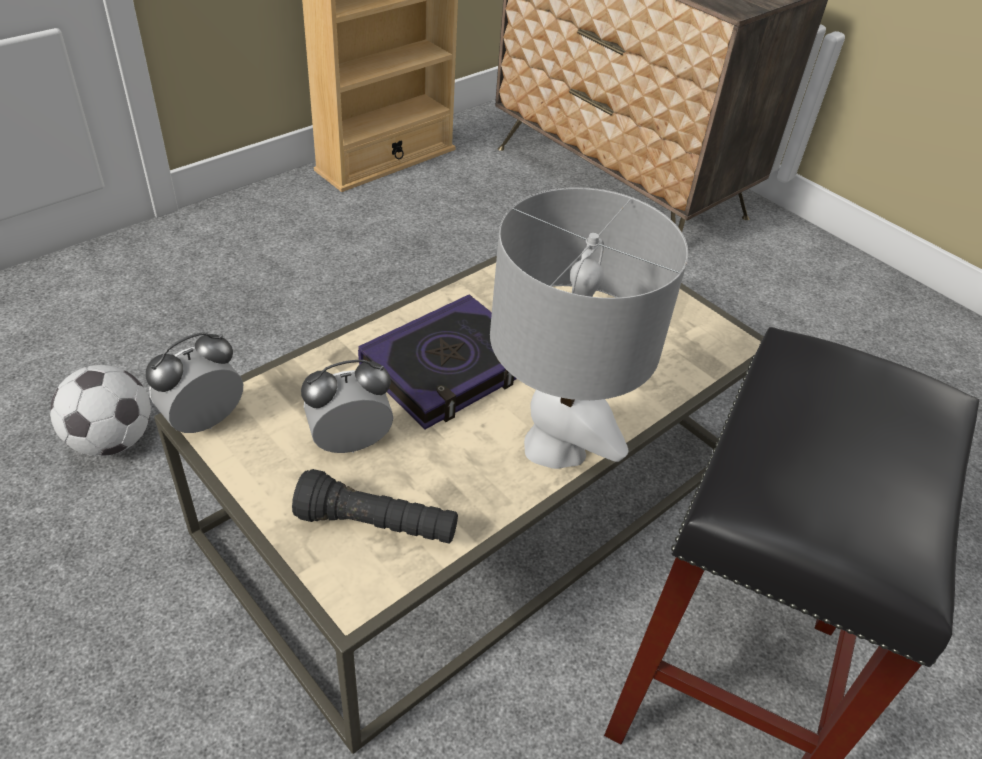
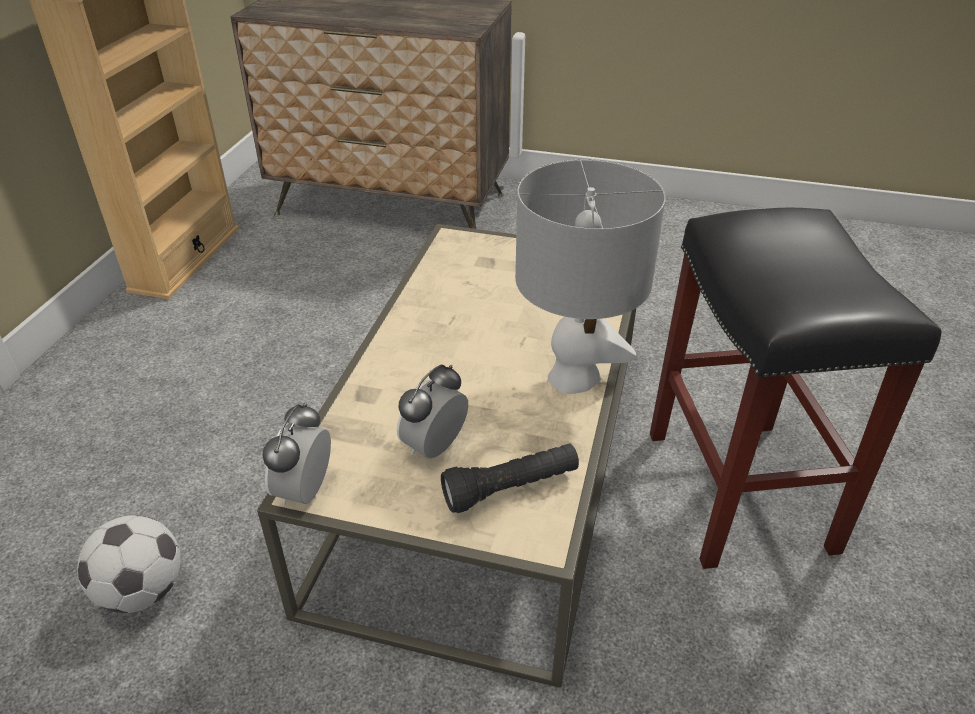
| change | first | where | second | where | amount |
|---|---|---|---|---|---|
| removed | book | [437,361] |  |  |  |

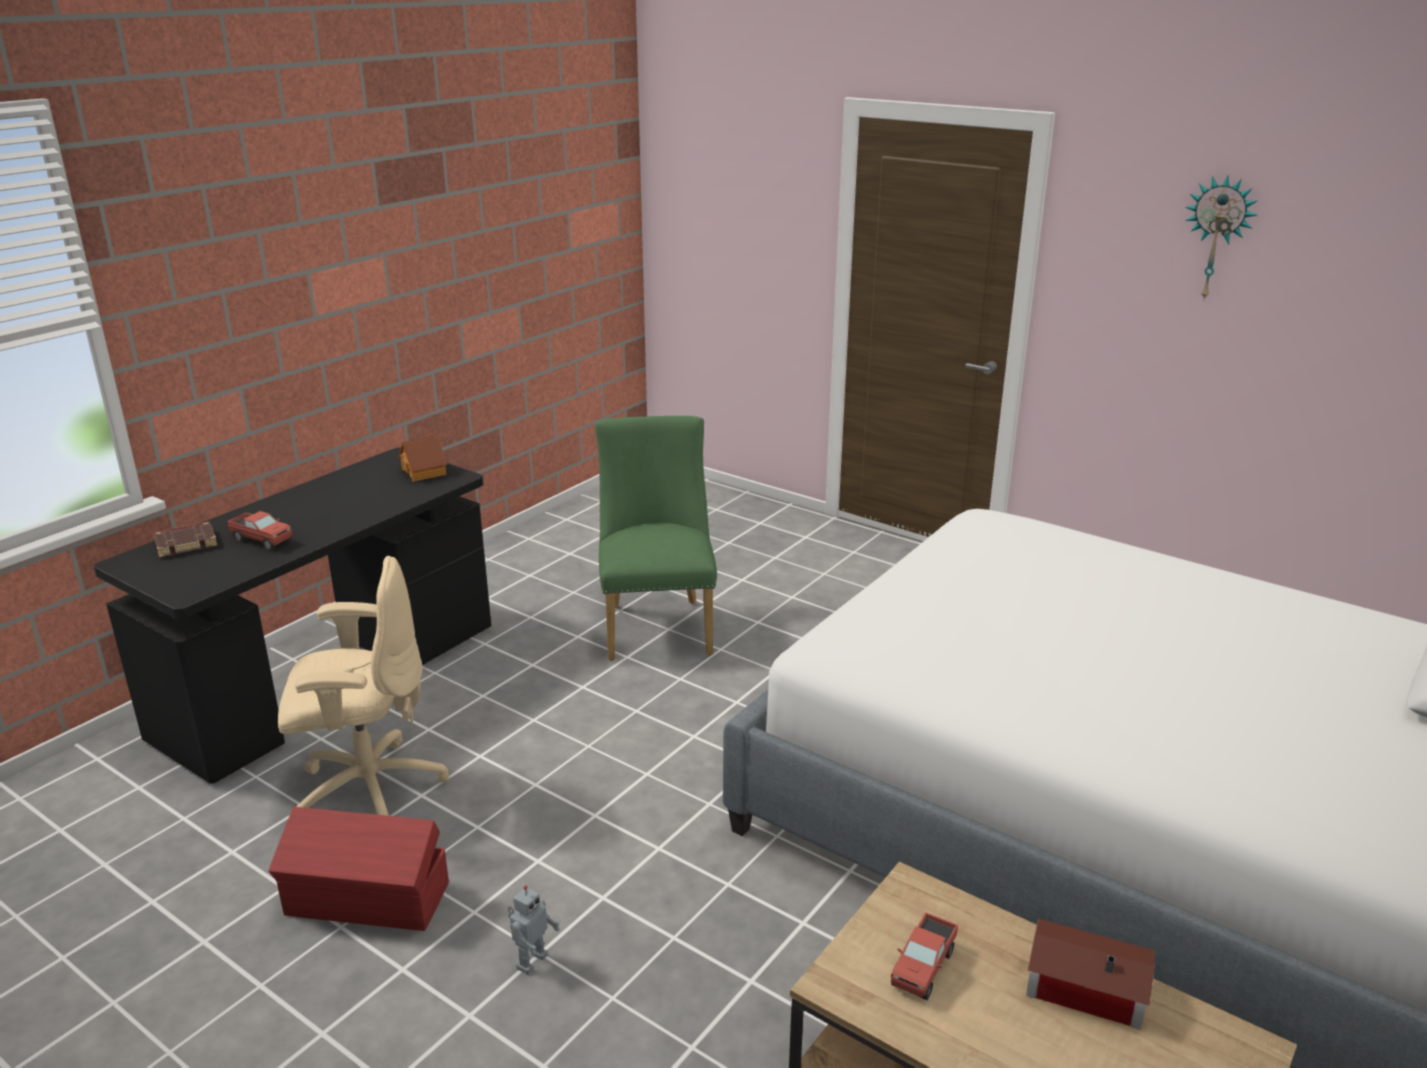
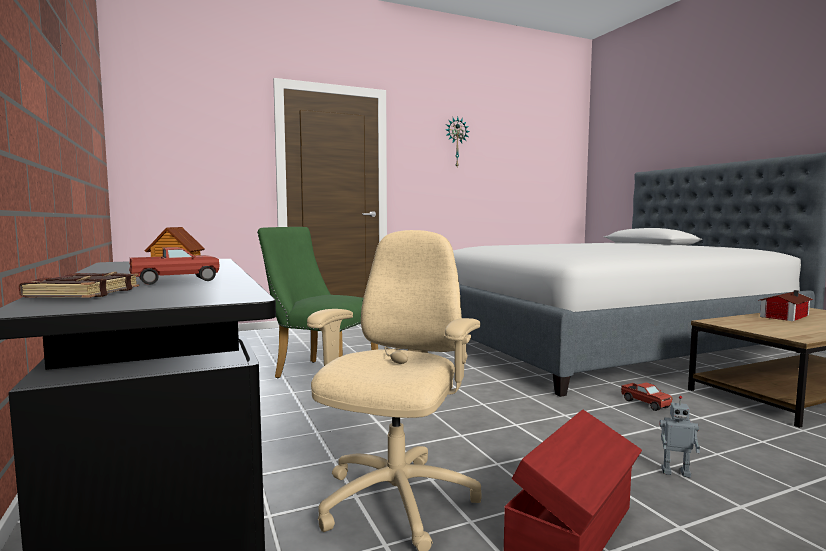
| change | first | where | second | where | amount |
|---|---|---|---|---|---|
| moved | toy truck | [924,956] |  | [646,396] |  |
| turned | toy robot | [533,930] |  | [679,436] | 135 degrees clockwise |

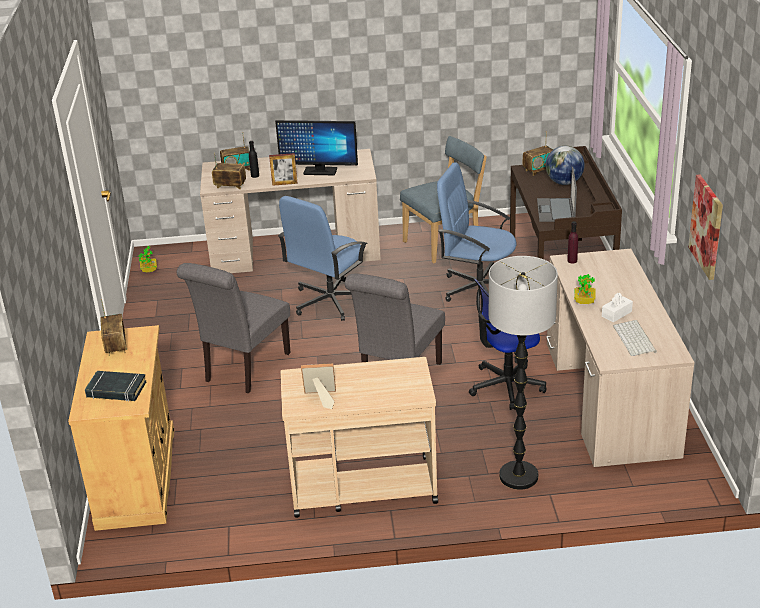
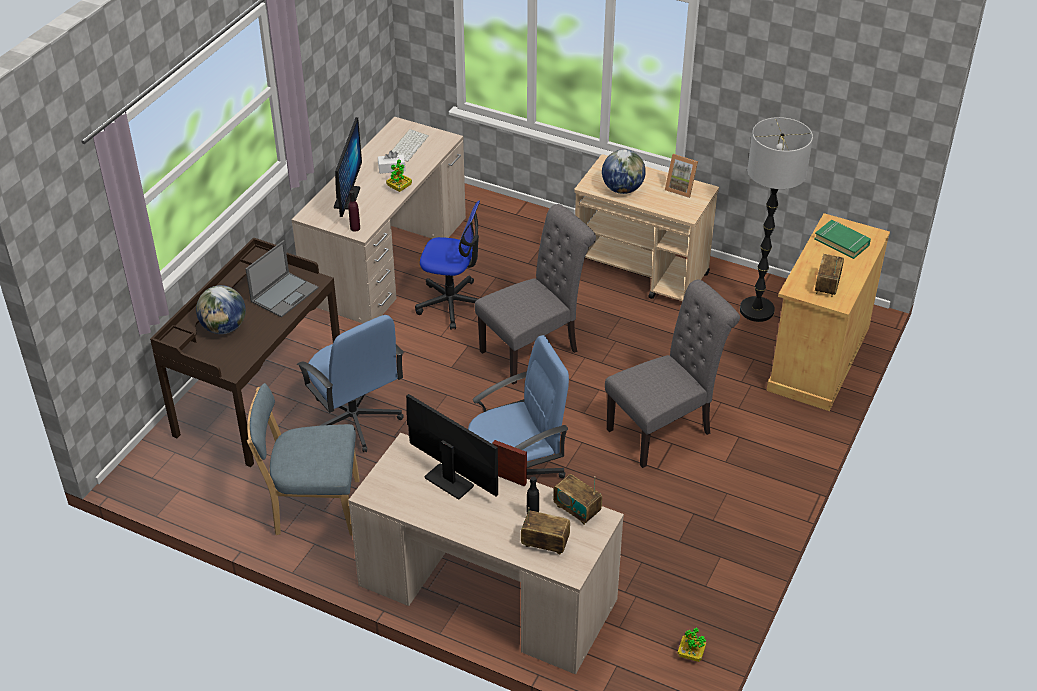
| change | first | where | second | where | amount |
|---|---|---|---|---|---|
| added |  |  | monitor | [348,167] |  |
| added |  |  | globe | [624,171] |  |
| moved | floor lamp | [523,373] |  | [776,219] |  |
| recoloured | black book | [115,386] | green book | [842,239] |  |
| removed | radio | [538,153] |  |  |  |
| removed | picture | [705,227] |  |  |  |

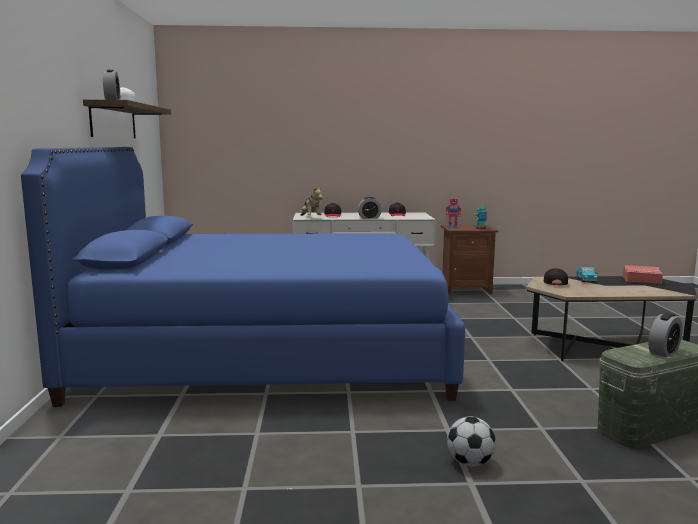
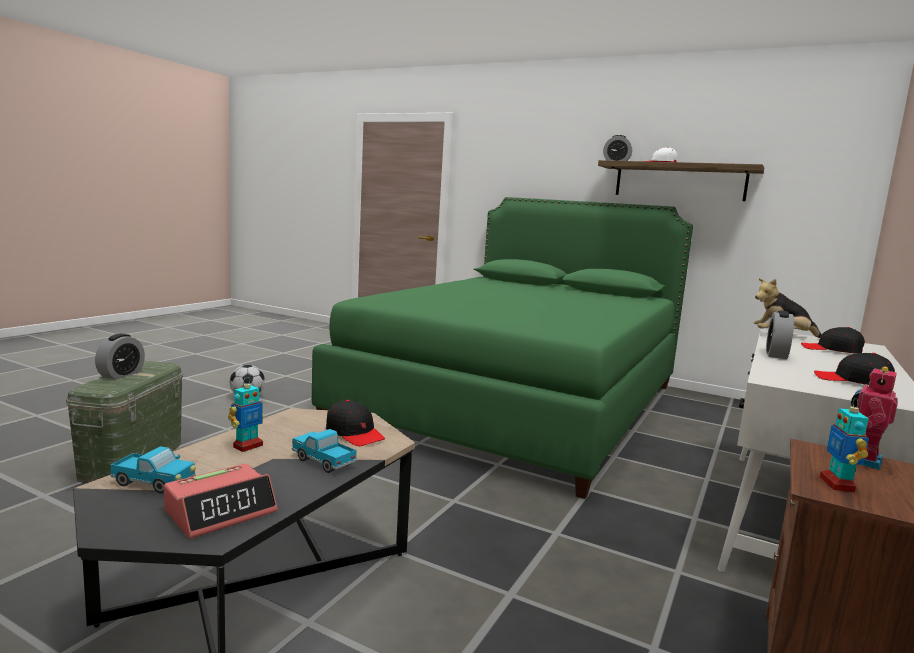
| change | first | where | second | where | amount |
|---|---|---|---|---|---|
| turned | alarm clock | [665,335] |  | [120,356] | 150 degrees counterclockwise |
| added |  |  | toy truck | [153,470] |  |
| added |  |  | toy robot | [246,414] |  |
| recoloured | blue bed | [243,277] | green bed | [502,348] |  |

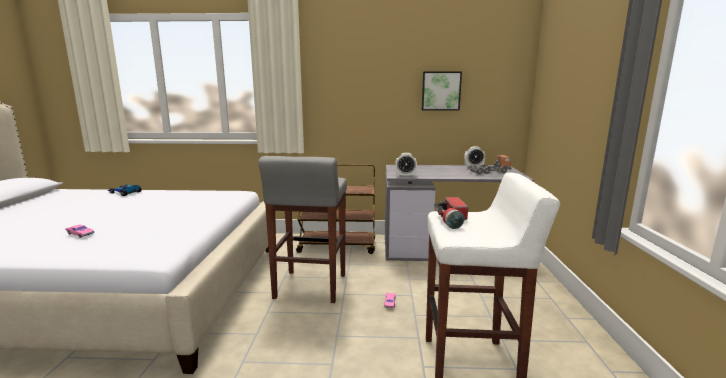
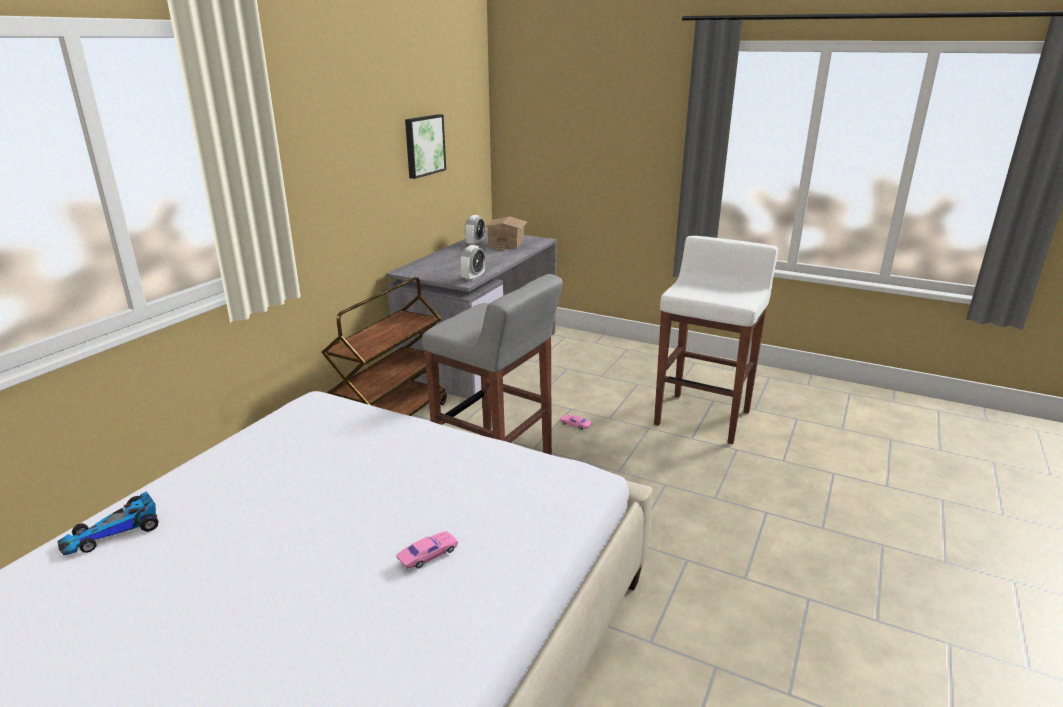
| change | first | where | second | where | amount |
|---|---|---|---|---|---|
| replaced | toy truck | [490,164] | toy house | [506,233] |  |
| removed | flashlight | [451,213] |  |  |  |

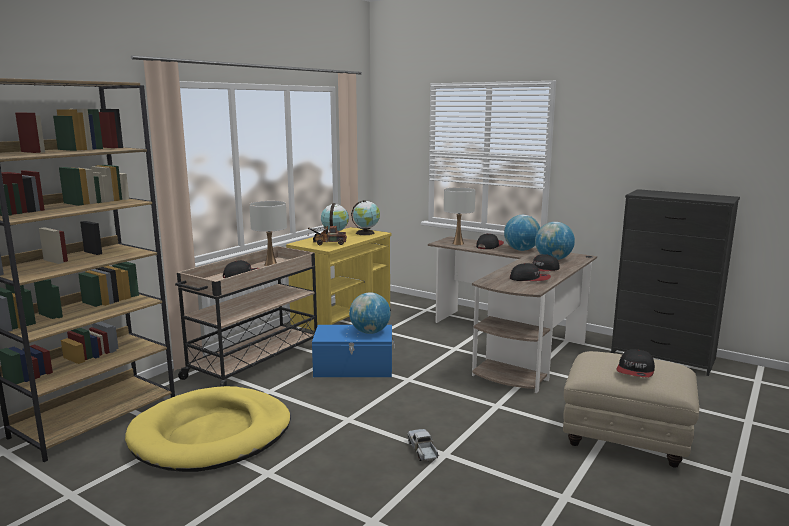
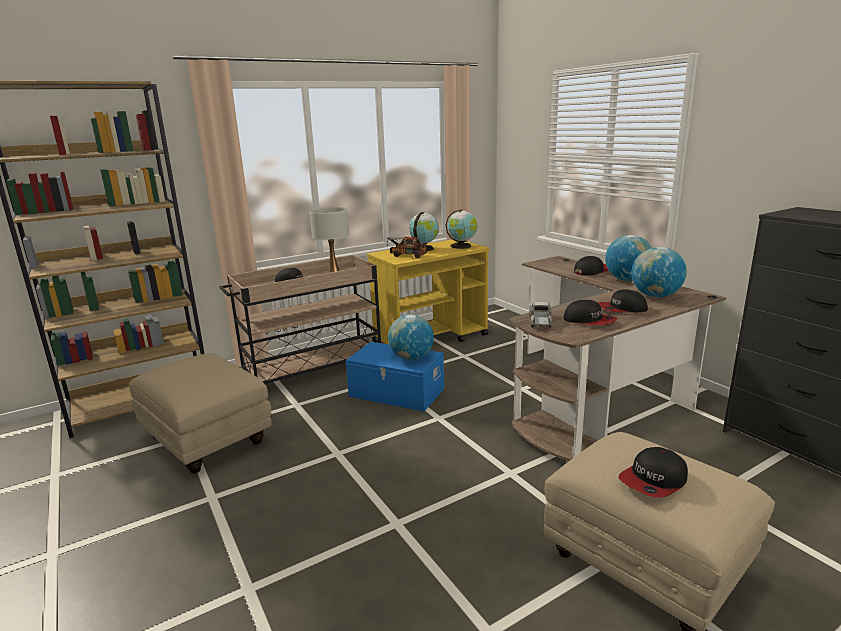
| change | first | where | second | where | amount |
|---|---|---|---|---|---|
| replaced | yellow dog bed | [208,429] | beige ottoman | [200,413] |  |
| moved | toy truck | [422,445] |  | [540,314] |  |
| removed | white table lamp | [460,216] |  |  |  |

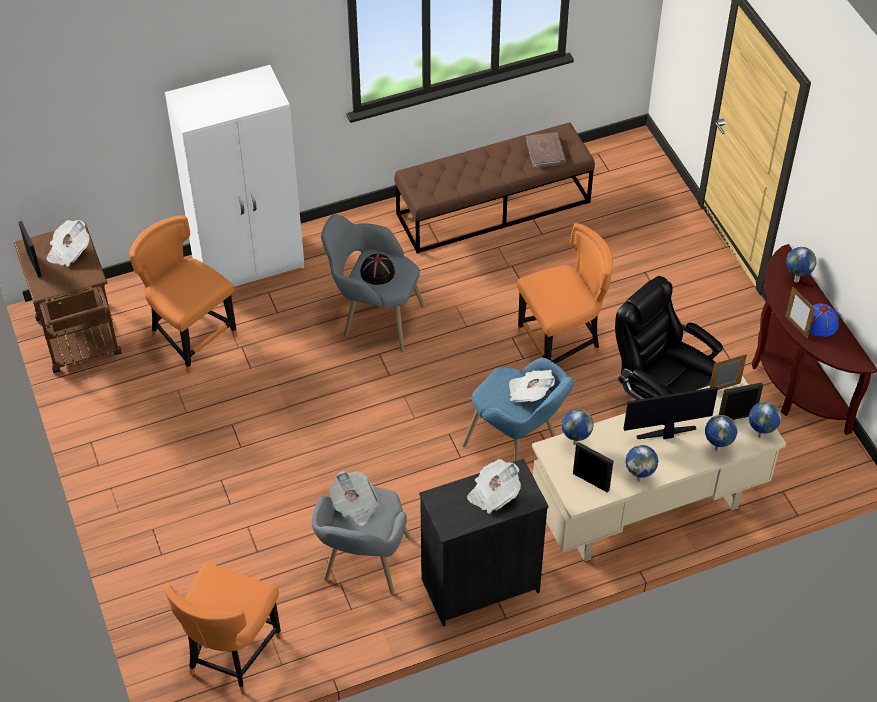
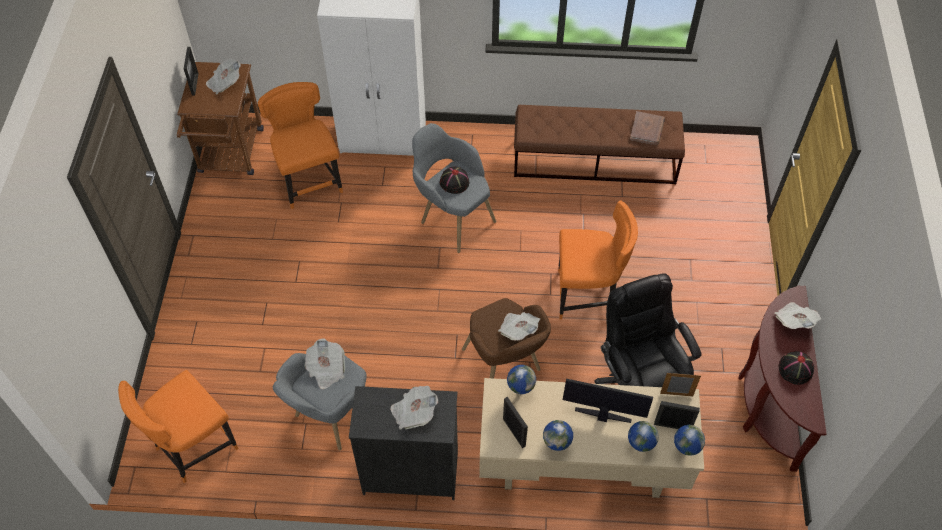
| change | first | where | second | where | amount |
|---|---|---|---|---|---|
| recoloured | blue armchair | [518,409] | brown armchair | [506,338] |  |
| replaced | globe | [801,264] | newspaper | [798,315] |  |
| recoloured | blue hat | [824,320] | black hat | [796,368] |  |
| removed | picture frame | [800,312] |  |  |  |

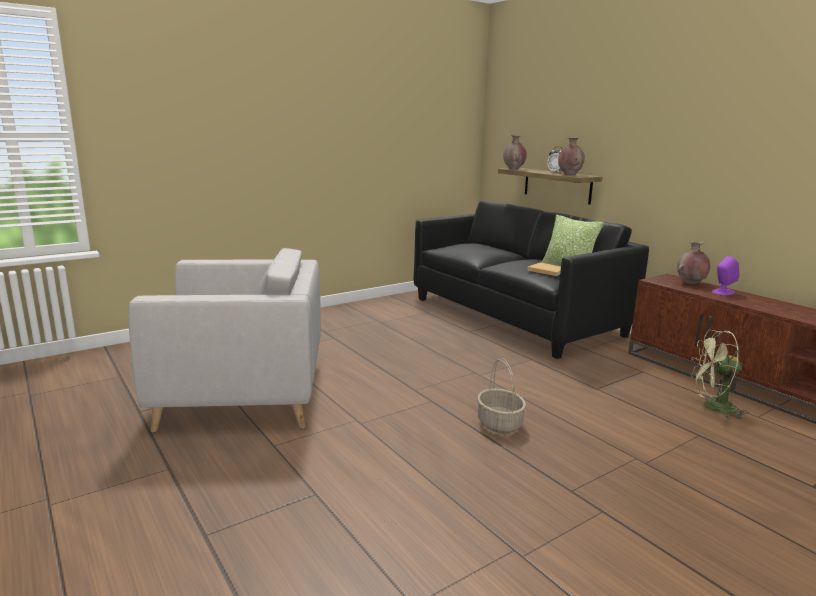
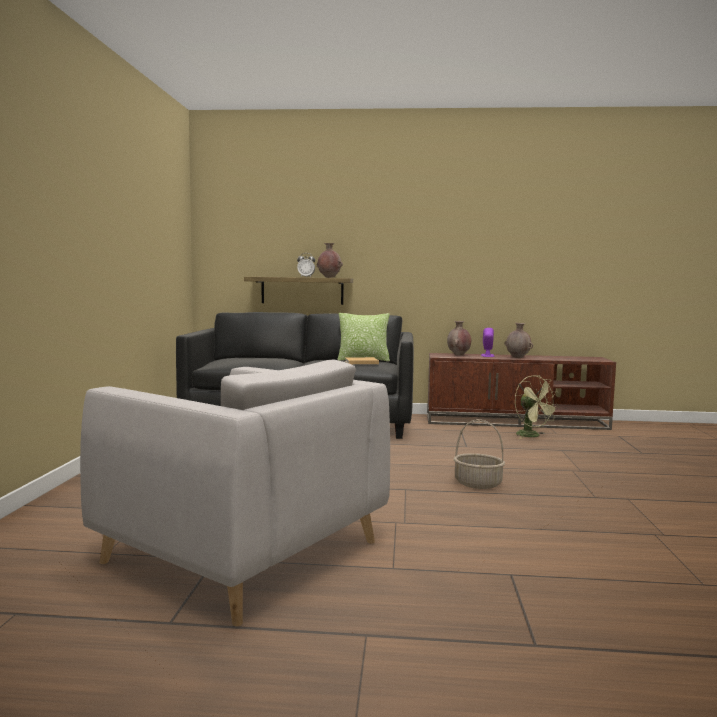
| change | first | where | second | where | amount |
|---|---|---|---|---|---|
| turned | grey armchair | [224,340] |  | [235,493] | 90 degrees clockwise |
| moved | brown vase | [515,152] |  | [518,340] |  |
| turned | green fan | [719,375] |  | [537,407] | 75 degrees counterclockwise |

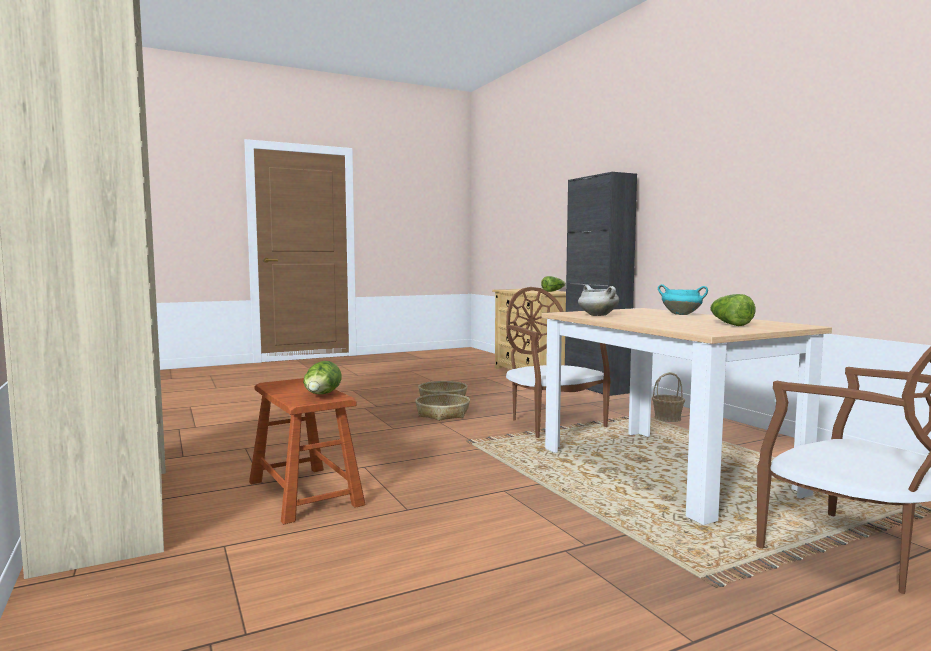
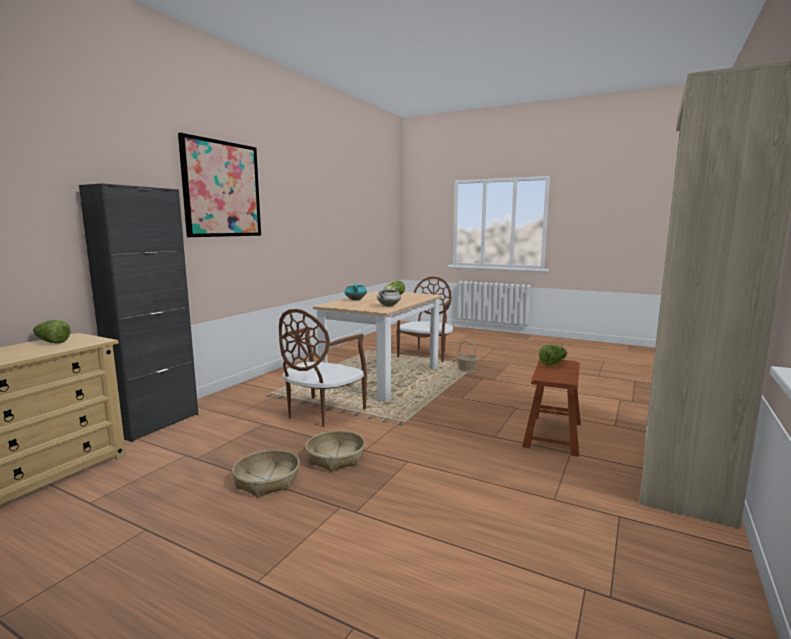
| change | first | where | second | where | amount |
|---|---|---|---|---|---|
| added |  |  | picture | [219,185] |  |
| moved | basket | [668,397] |  | [467,356] |  |

